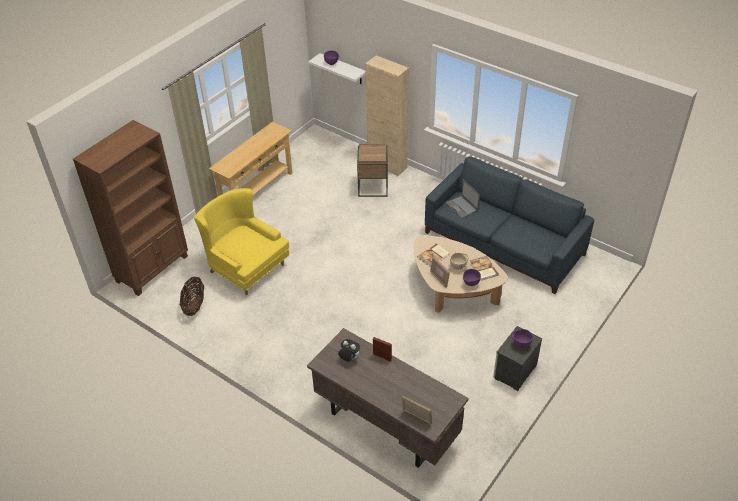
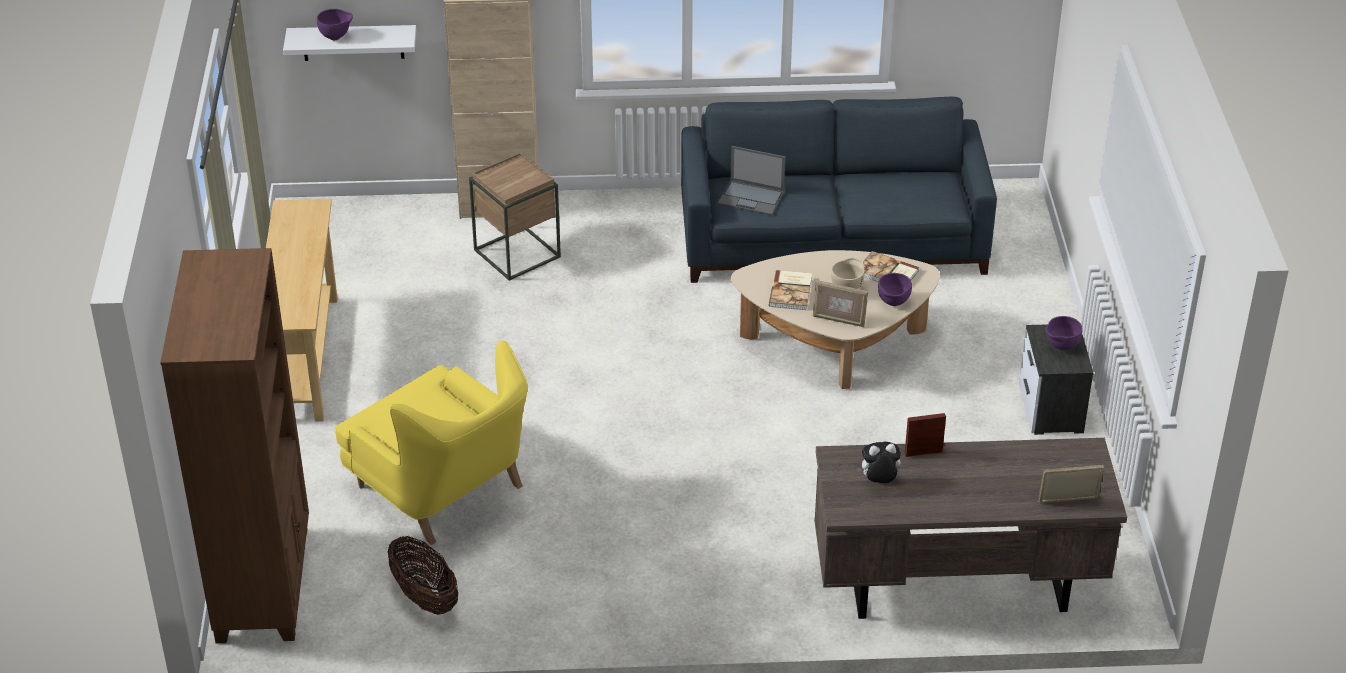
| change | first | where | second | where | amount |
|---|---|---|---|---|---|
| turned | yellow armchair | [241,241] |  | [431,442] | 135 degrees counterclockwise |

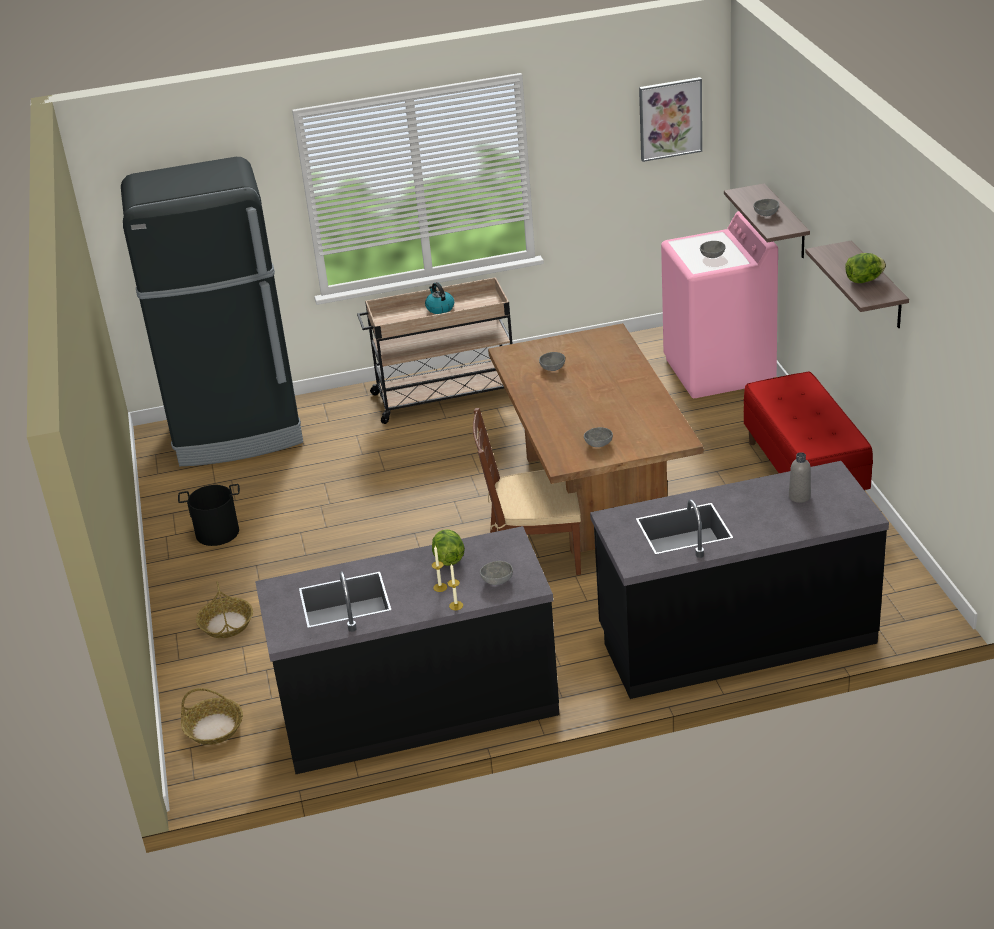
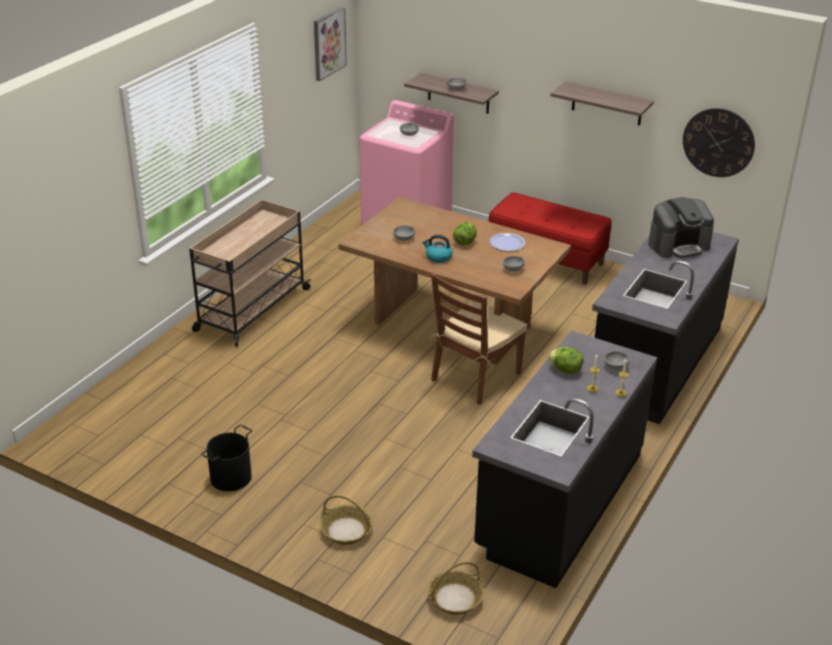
| change | first | where | second | where | amount |
|---|---|---|---|---|---|
| moved | kettle | [439,298] |  | [437,249] |  |
| moved | lettuce | [865,268] |  | [465,234] |  |
| added |  |  | plate | [507,242] |  |
| replaced | grey bottle | [800,477] | coffee machine | [681,227] |  |
| added |  |  | wall clock | [719,142] |  |
| removed | black fridge | [212,311] |  |  |  |

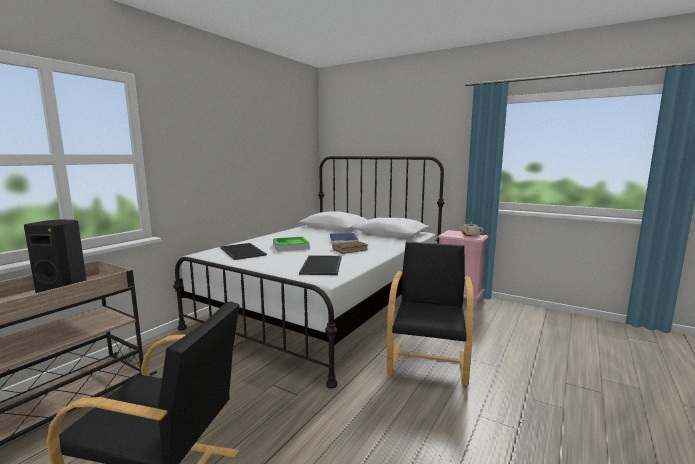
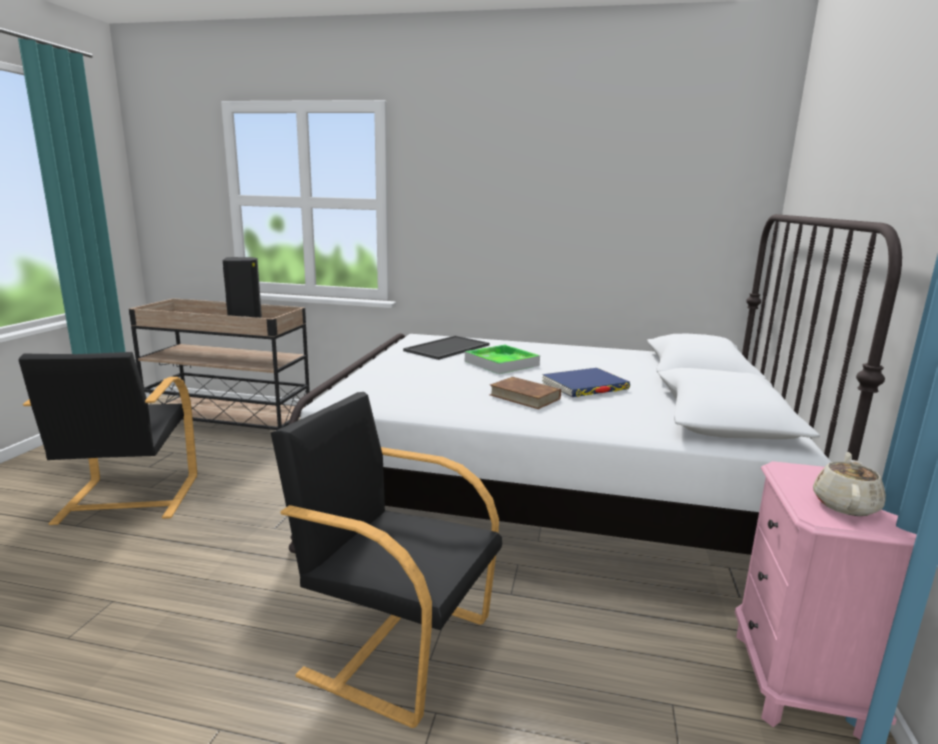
| change | first | where | second | where | amount |
|---|---|---|---|---|---|
| turned | black armchair | [430,314] |  | [386,560] | 150 degrees counterclockwise |
| removed | tray | [320,265] |  |  |  |

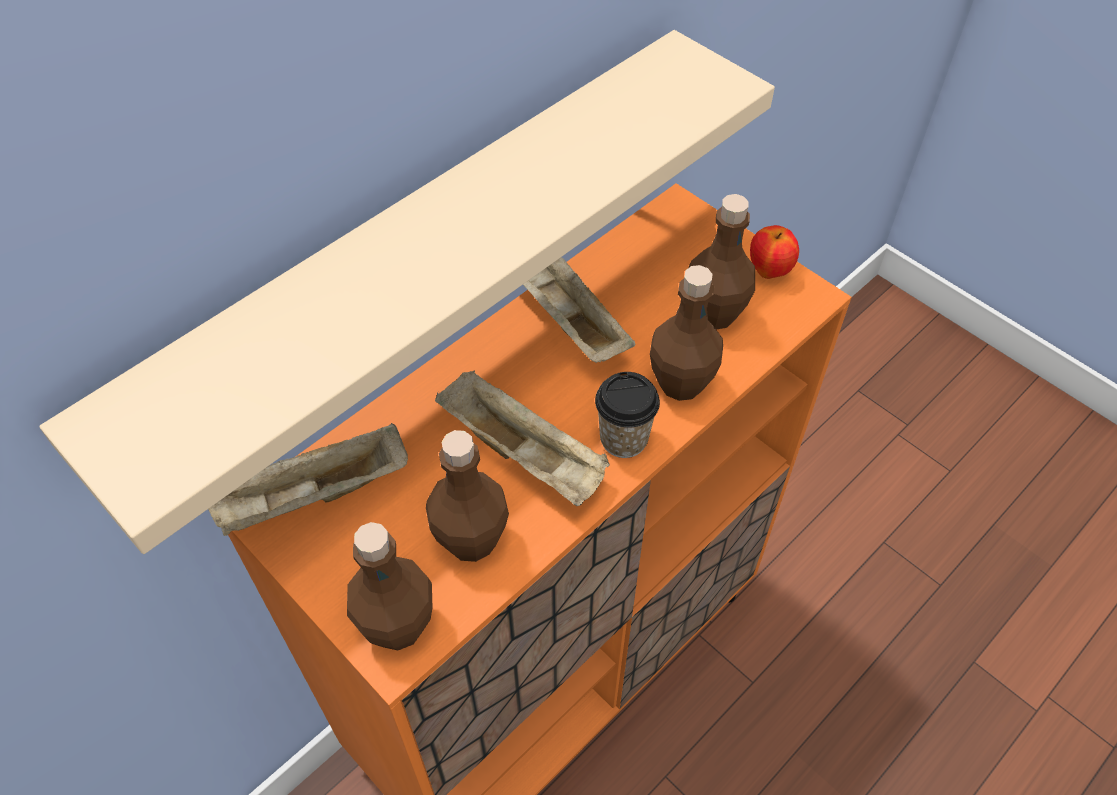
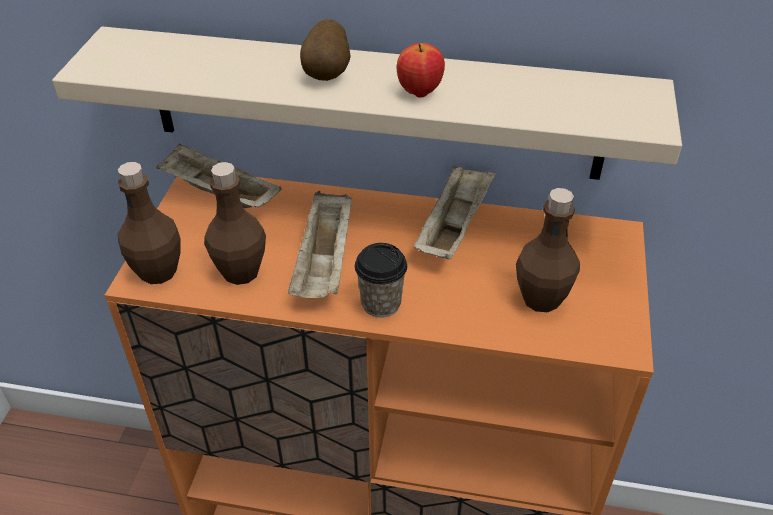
| change | first | where | second | where | amount |
|---|---|---|---|---|---|
| added |  |  | potato | [325,50] |  |
| moved | apple | [774,252] |  | [421,70] |  |
| removed | brown bottle | [686,333] |  |  |  |

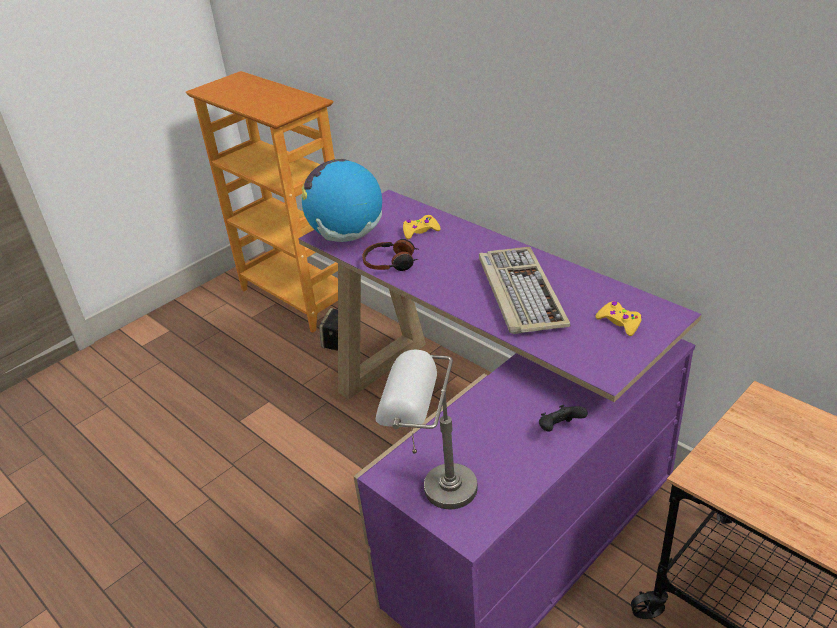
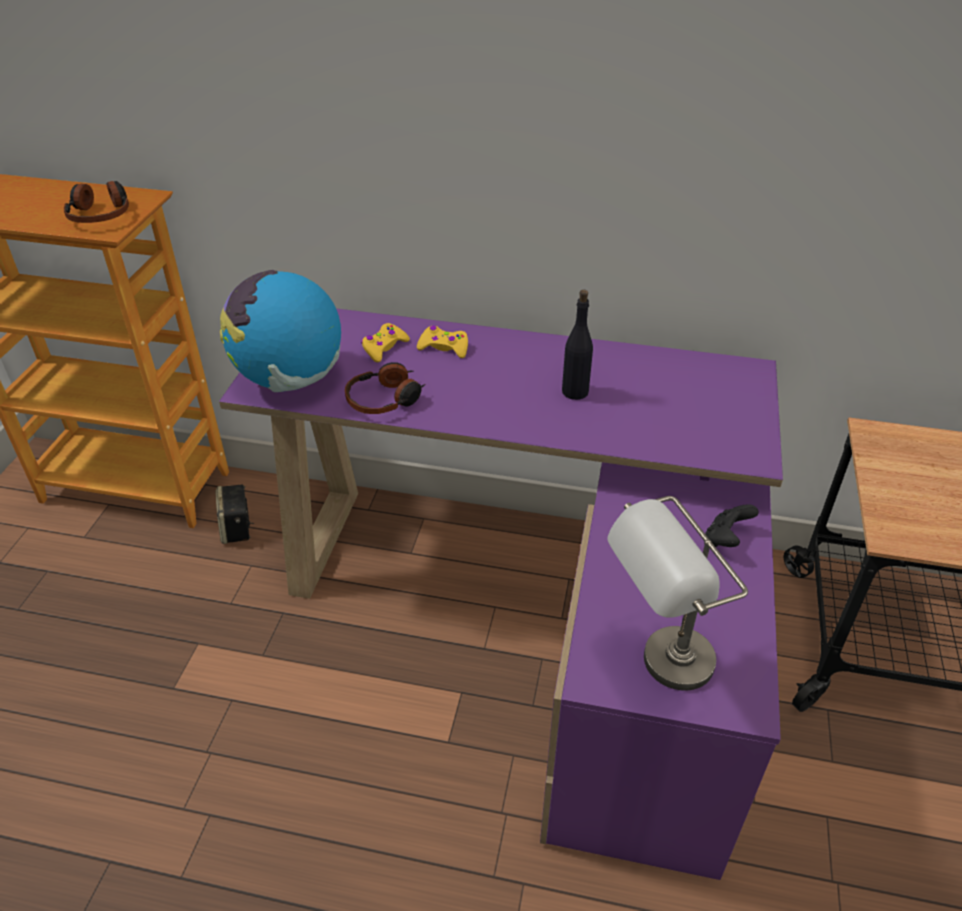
| change | first | where | second | where | amount |
|---|---|---|---|---|---|
| added |  |  | headphones | [96,202] |  |
| moved | yellow game controller | [618,318] |  | [442,342] |  |
| replaced | keyboard | [524,290] | black bottle | [577,345] |  |

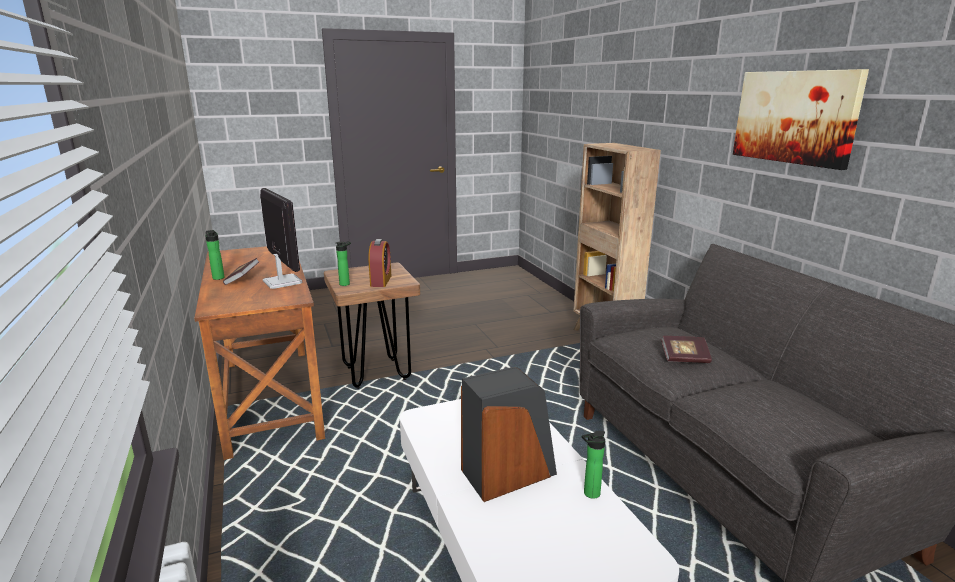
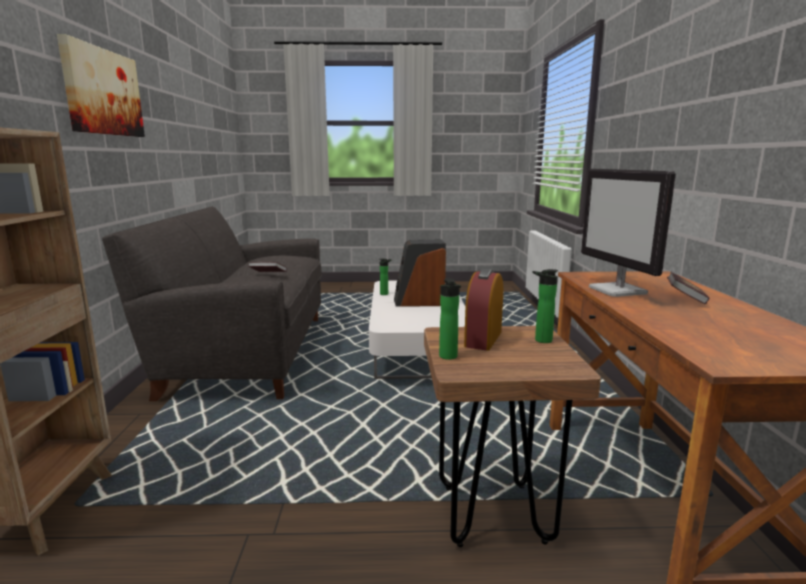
| change | first | where | second | where | amount |
|---|---|---|---|---|---|
| moved | bottle | [215,255] |  | [450,319] |  |

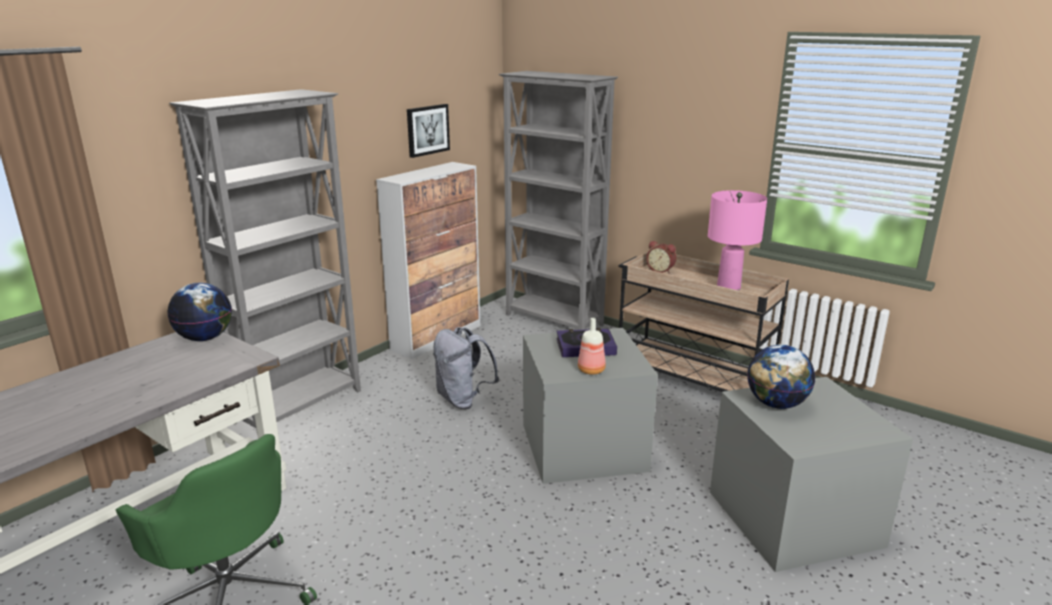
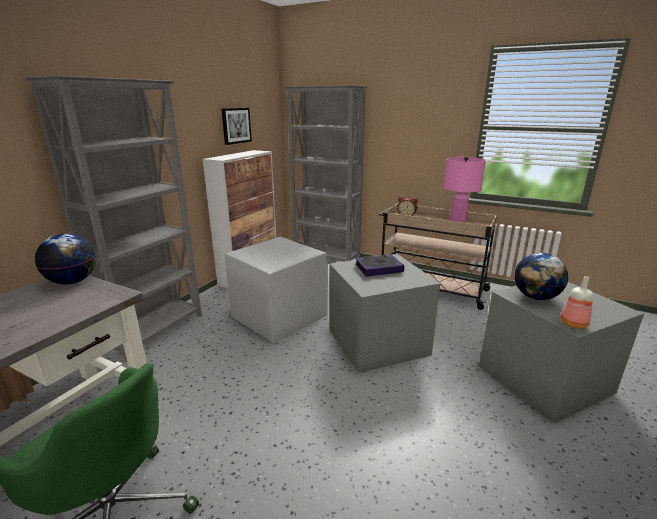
| change | first | where | second | where | amount |
|---|---|---|---|---|---|
| replaced | grey backpack | [466,368] | grey storage box | [276,290] |  |
| moved | bottle | [592,346] |  | [576,302] |  |

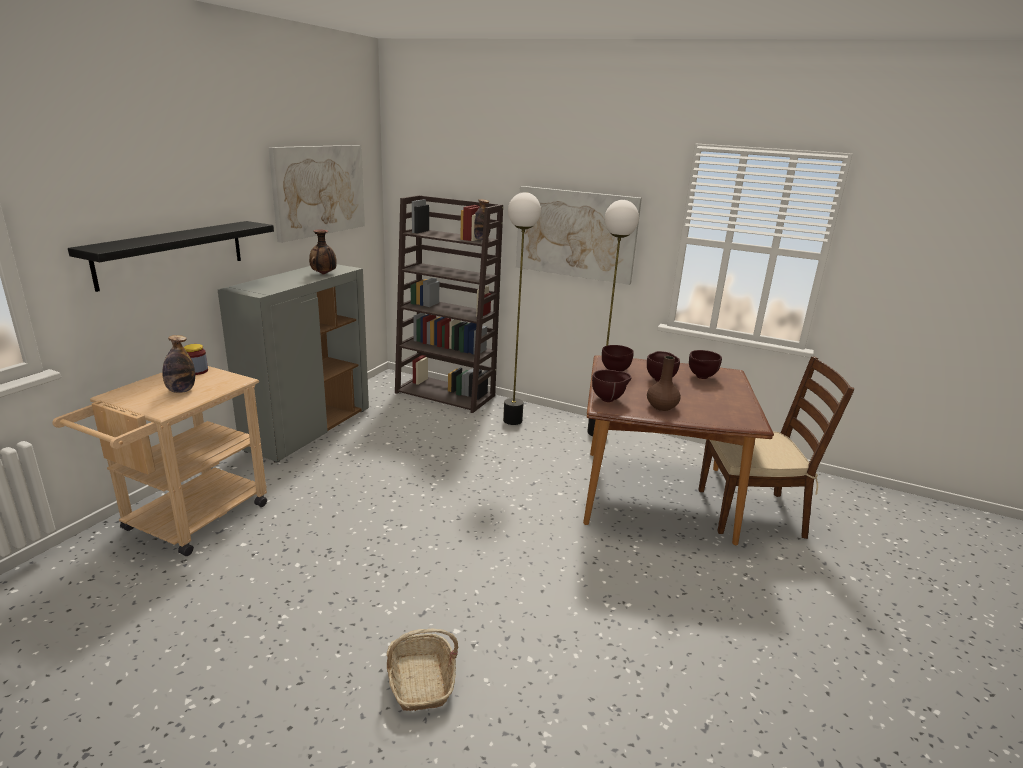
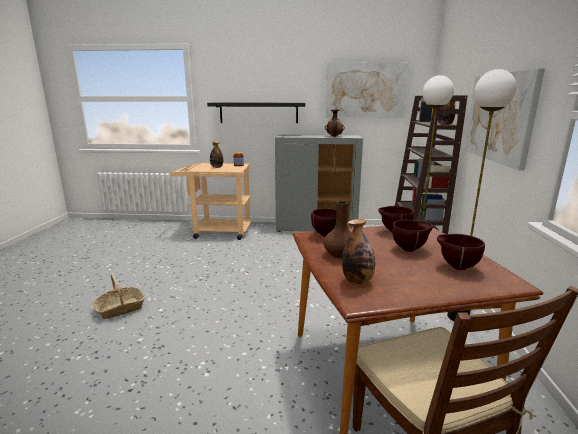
| change | first | where | second | where | amount |
|---|---|---|---|---|---|
| added |  |  | bottle | [358,251] |  |

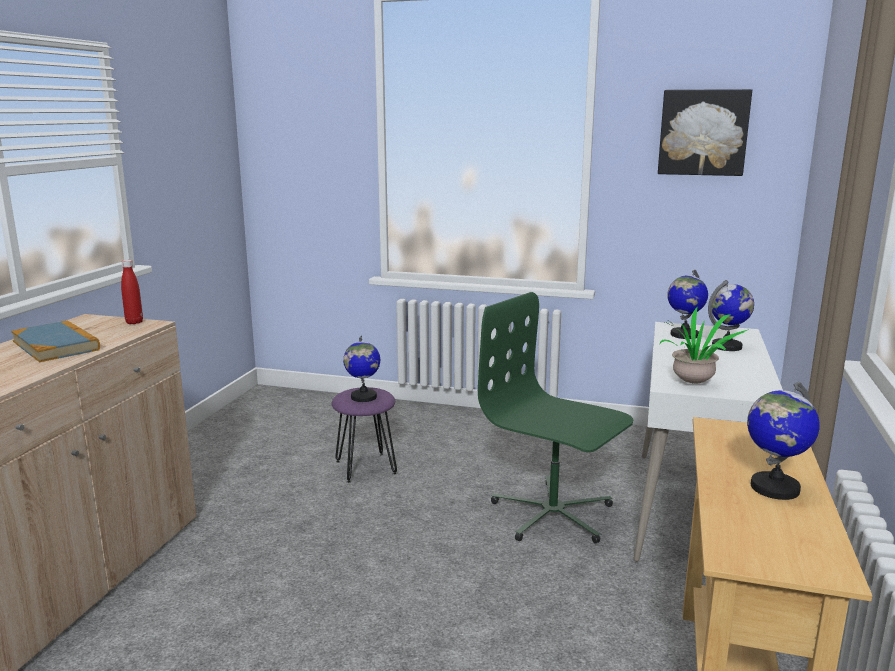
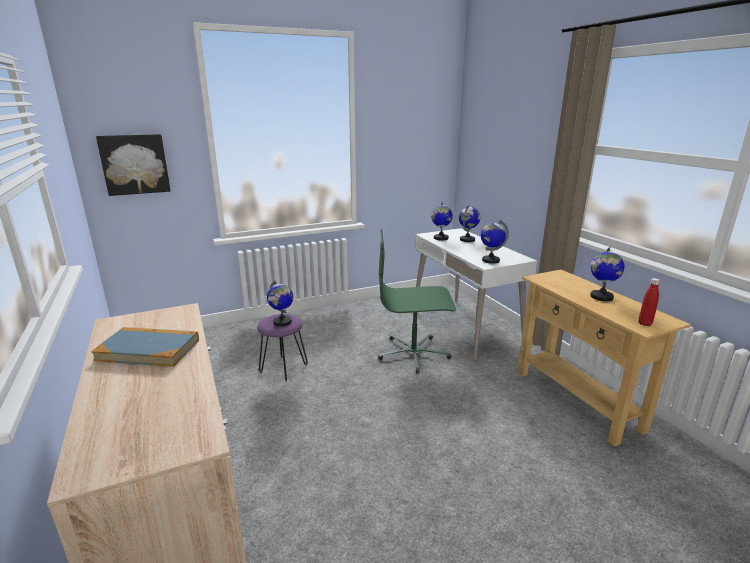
| change | first | where | second | where | amount |
|---|---|---|---|---|---|
| moved | picture | [705,132] |  | [133,165] |  |
| replaced | potted plant | [704,345] | globe | [495,242] |  |
| moved | red bottle | [132,292] |  | [649,302] |  |

